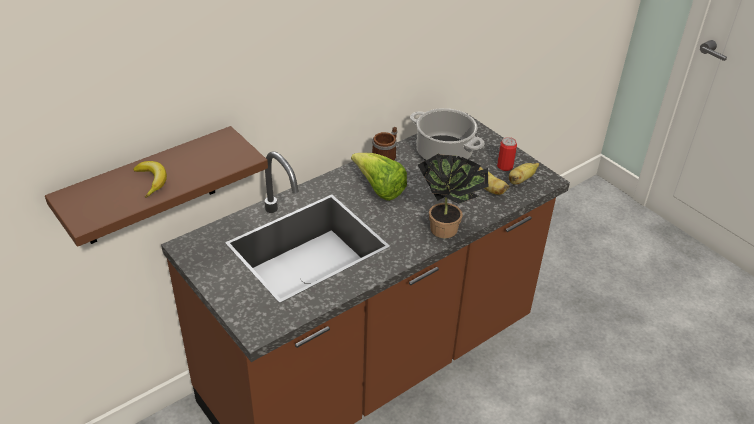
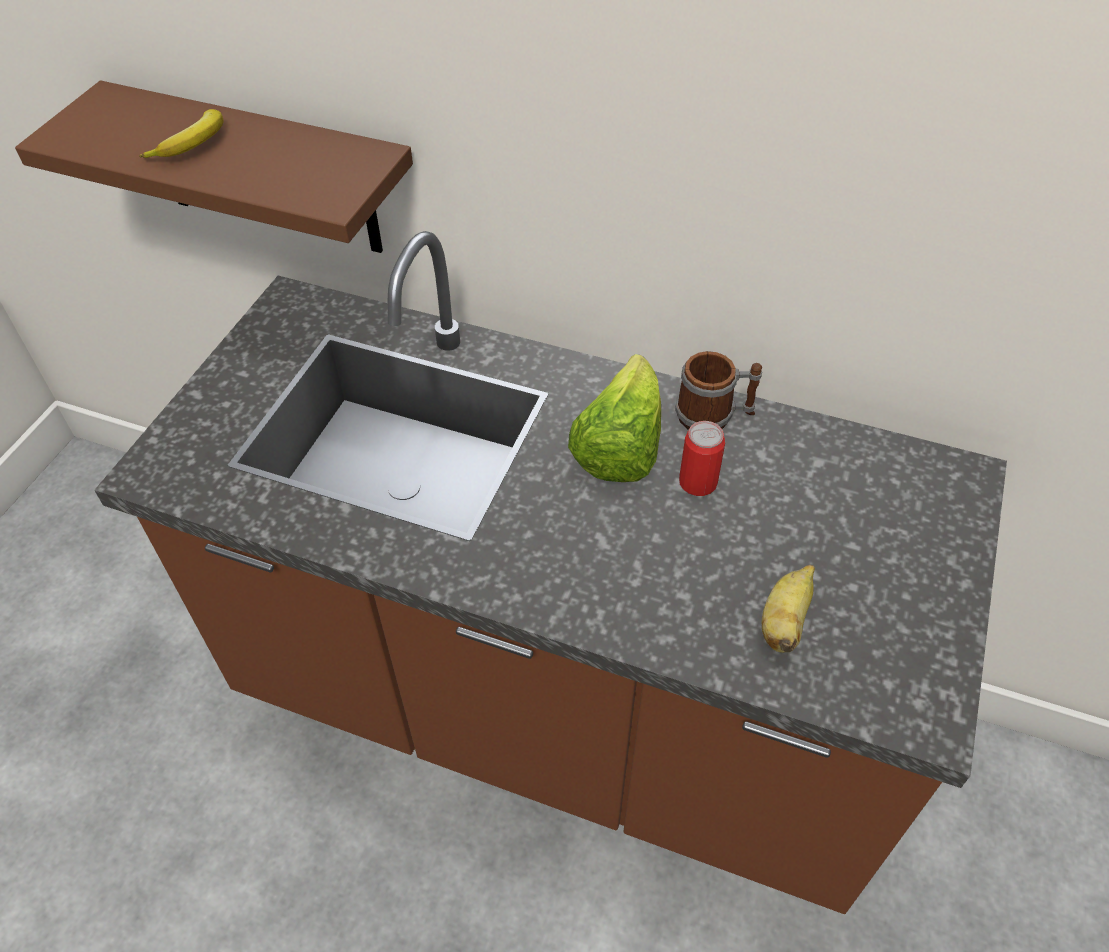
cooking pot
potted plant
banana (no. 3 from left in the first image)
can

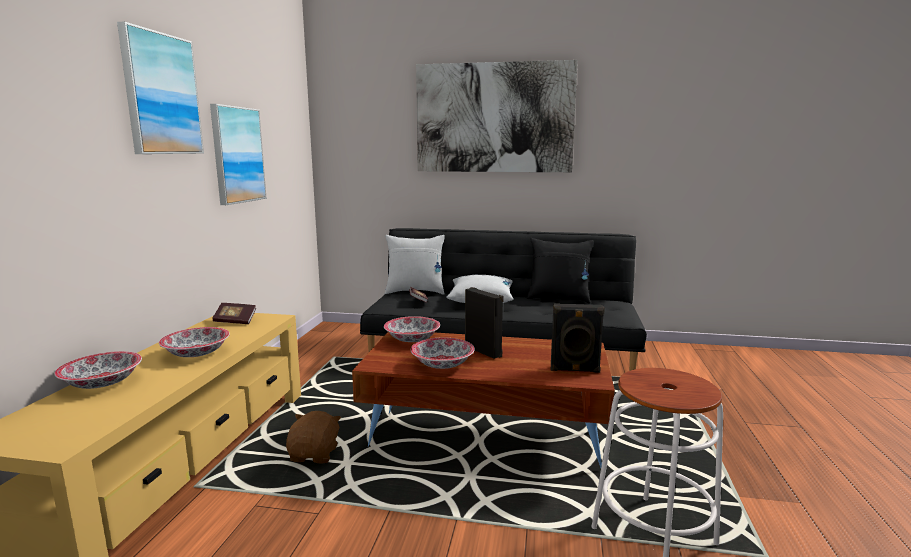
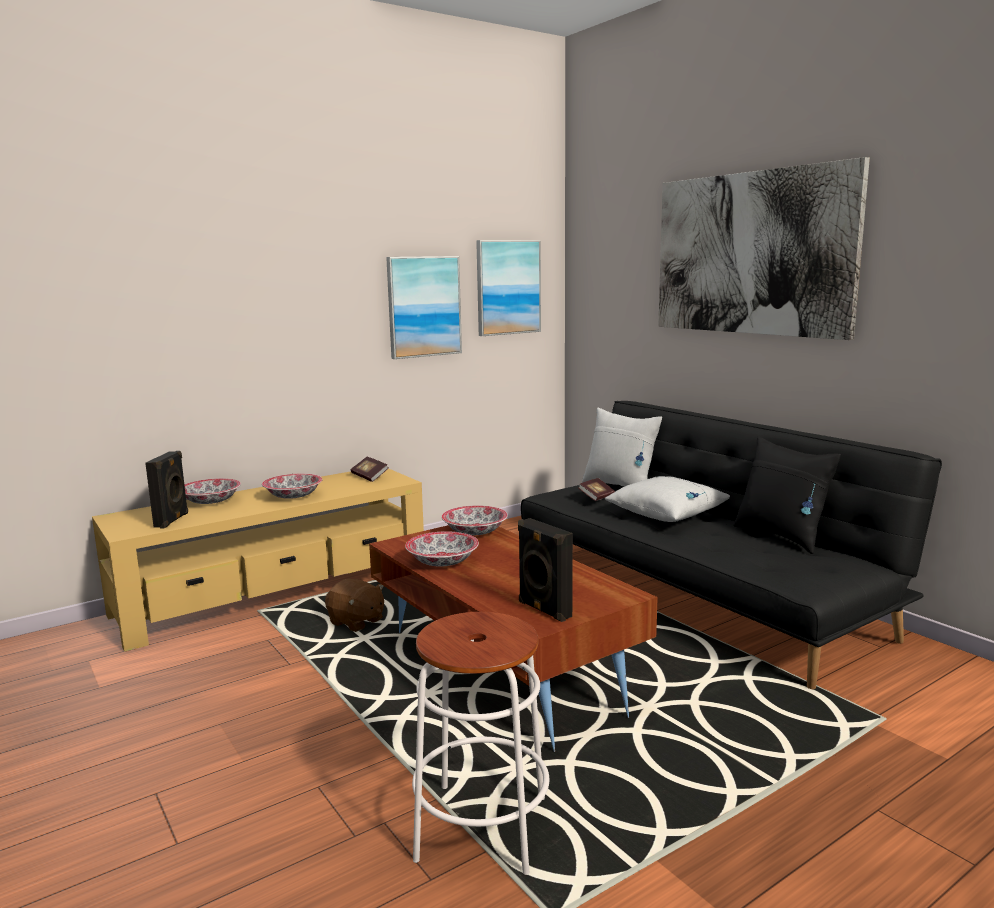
picture (no. 2 from left)
speaker (black) (no. 1 from left)
plush toy (brown)

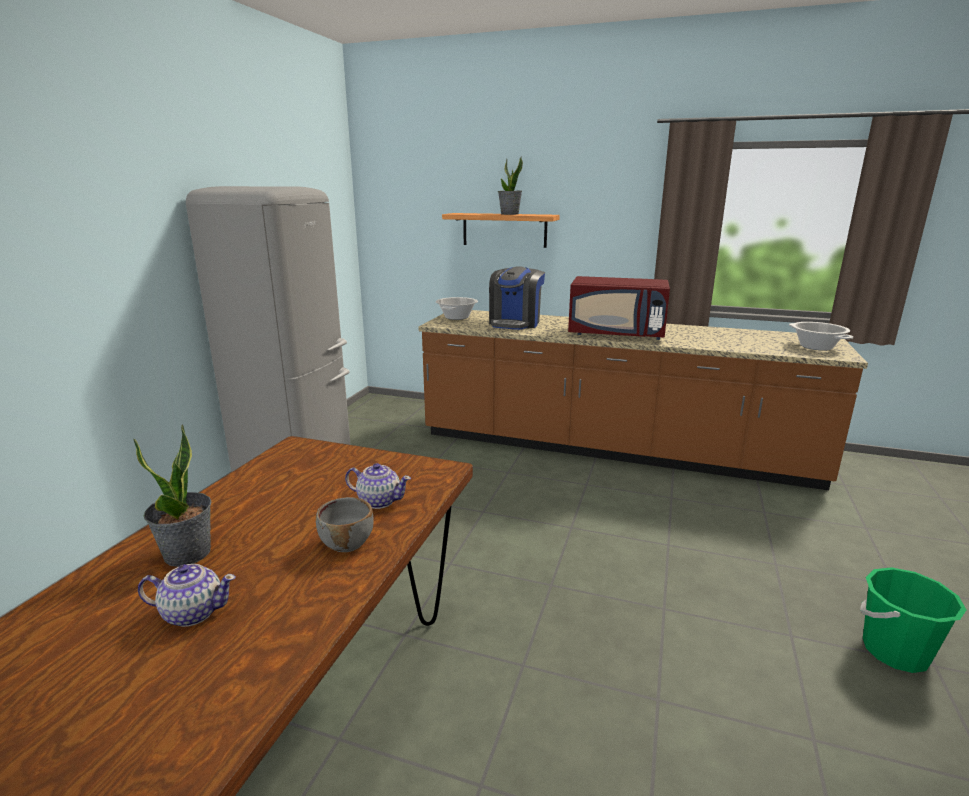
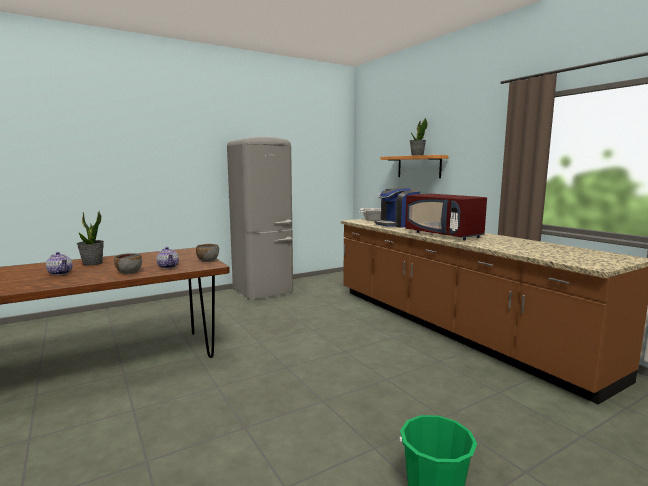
cooking pot (no. 2 from left in the first image)
bowl (grey) (no. 2 from left)

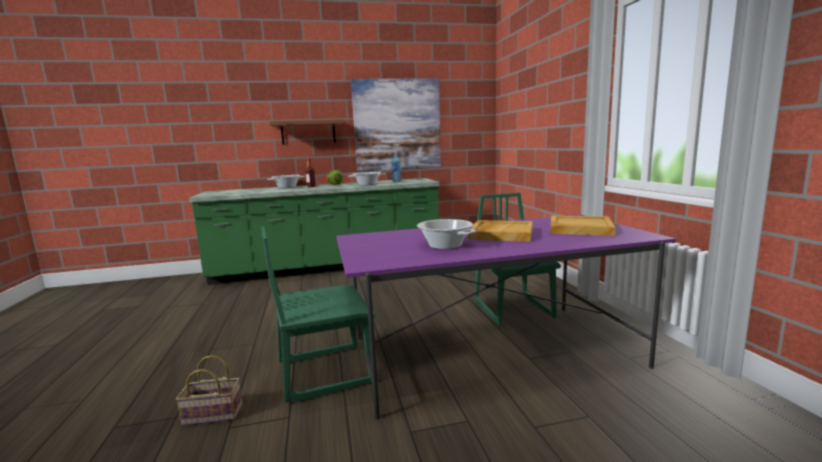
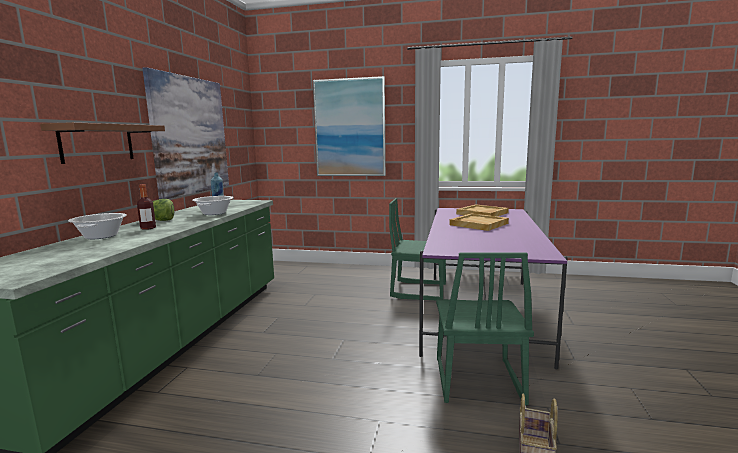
cooking pot (no. 3 from left in the first image)
picture (no. 2 from left)

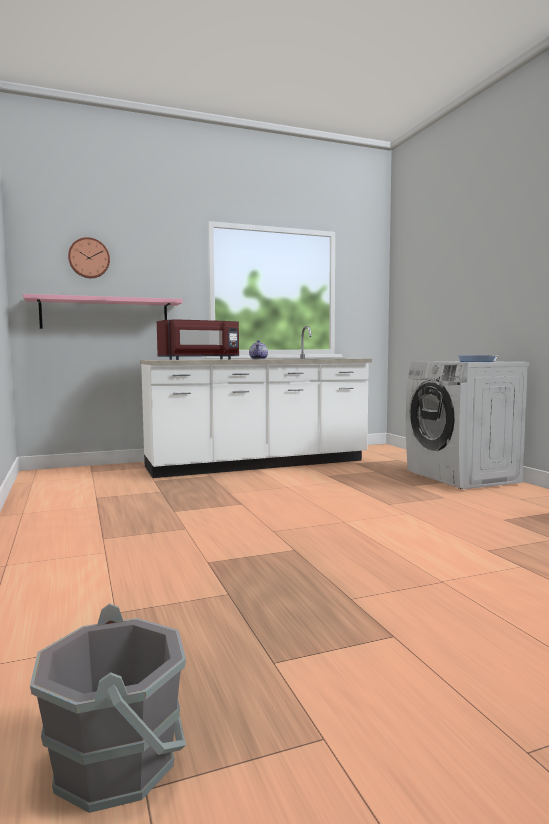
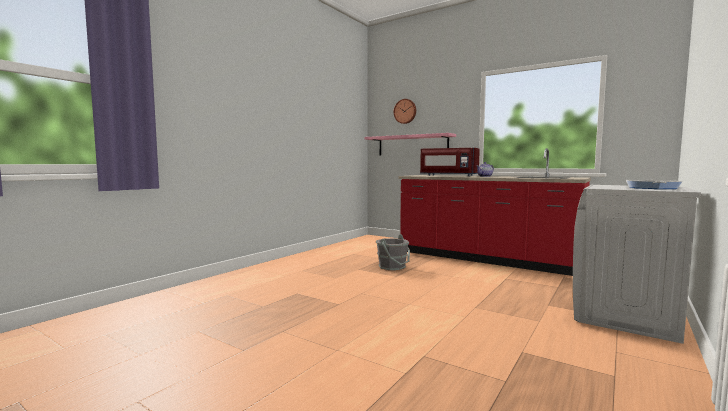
bucket (grey)
counter (red)

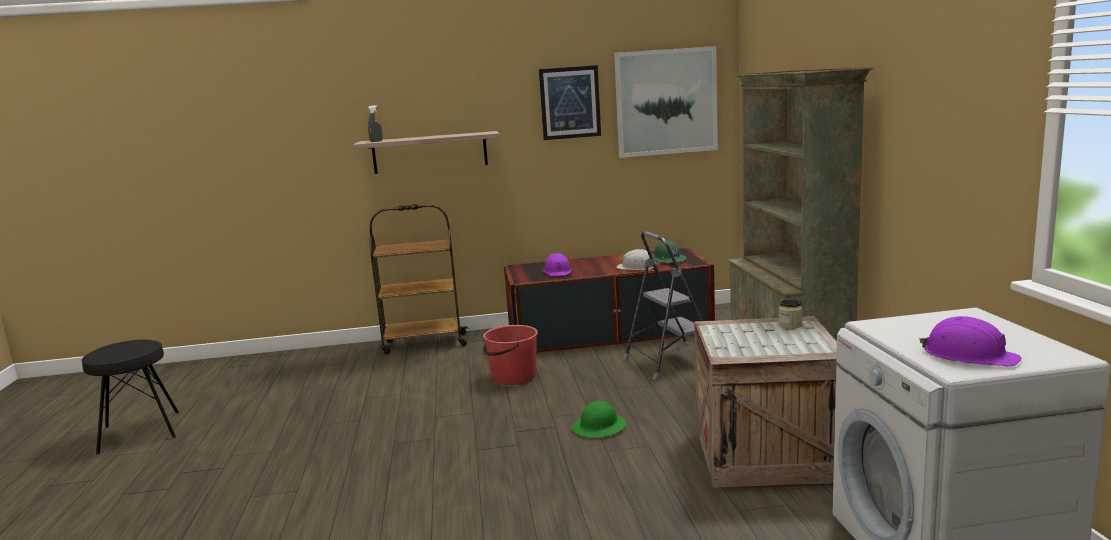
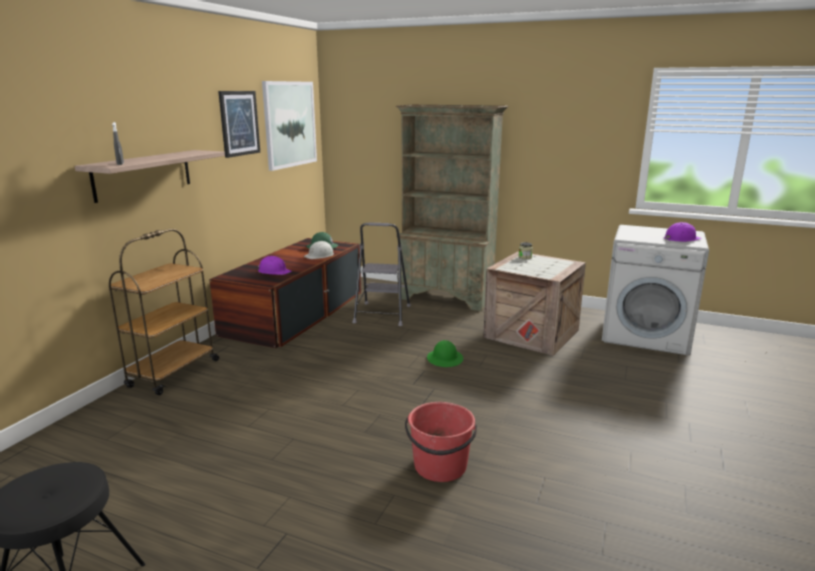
bucket (red)

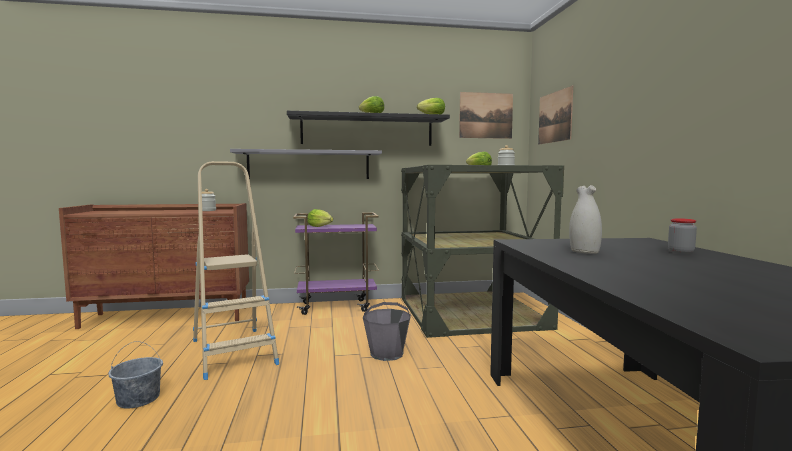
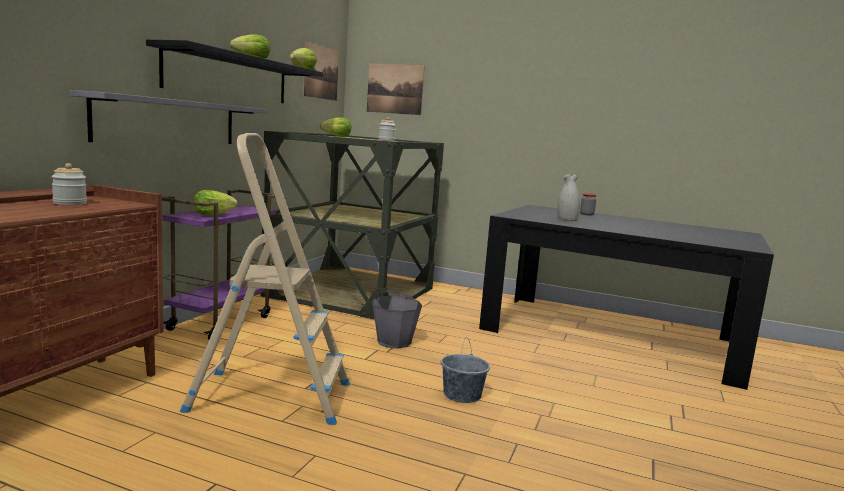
bucket (grey) (no. 2 from left)

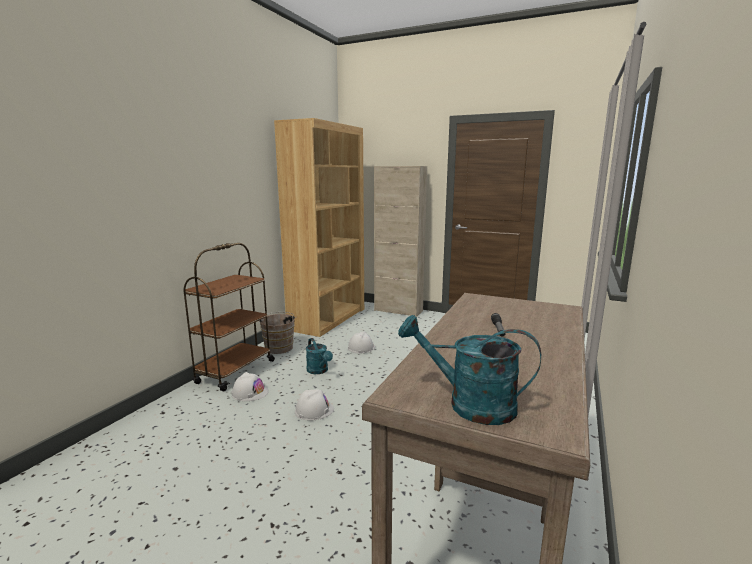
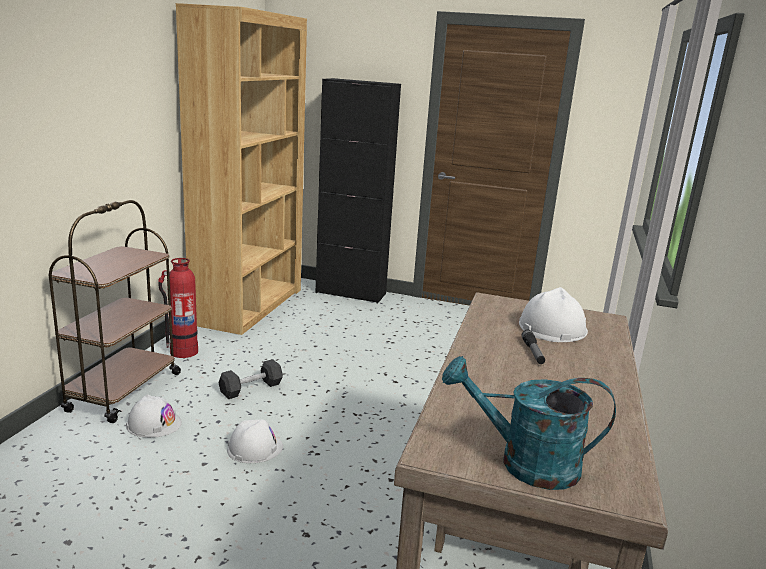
hard hat (white) (no. 3 from left)
fire extinguisher
dumbbell (black)
cabinet (black)

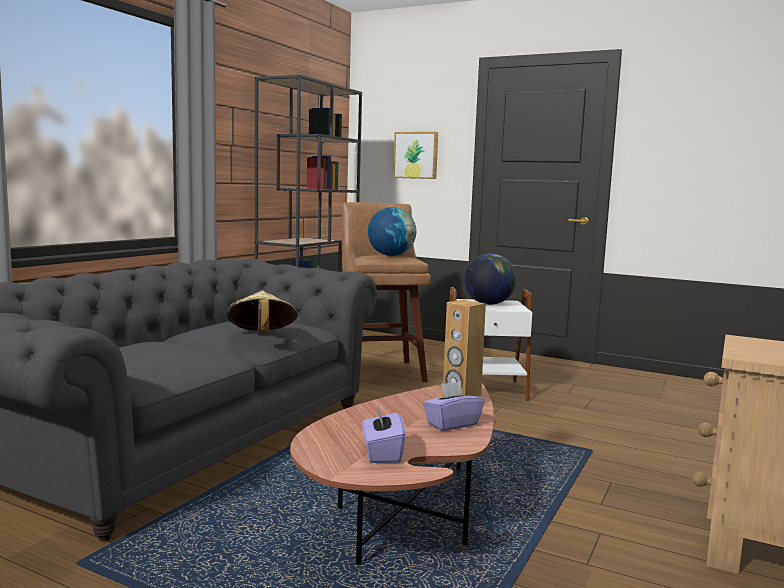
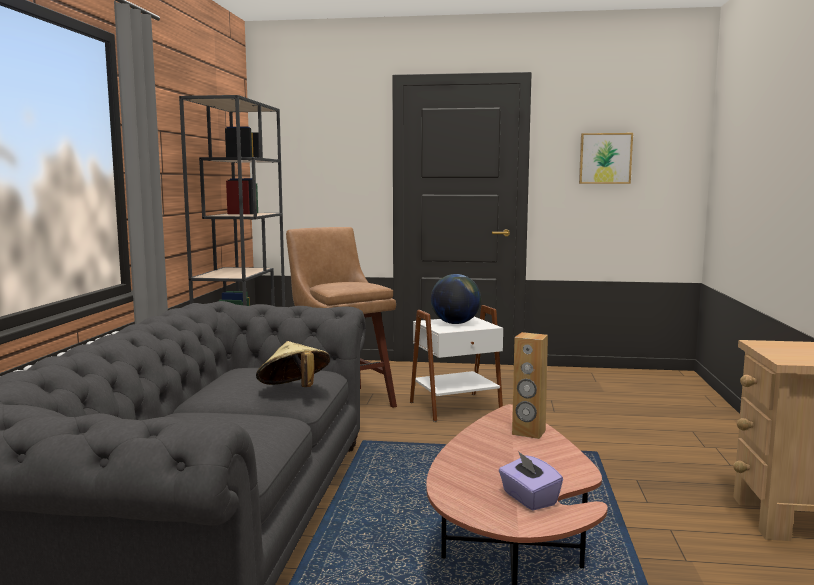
globe (no. 1 from left in the first image)
tissue box (purple) (no. 2 from left in the first image)
picture

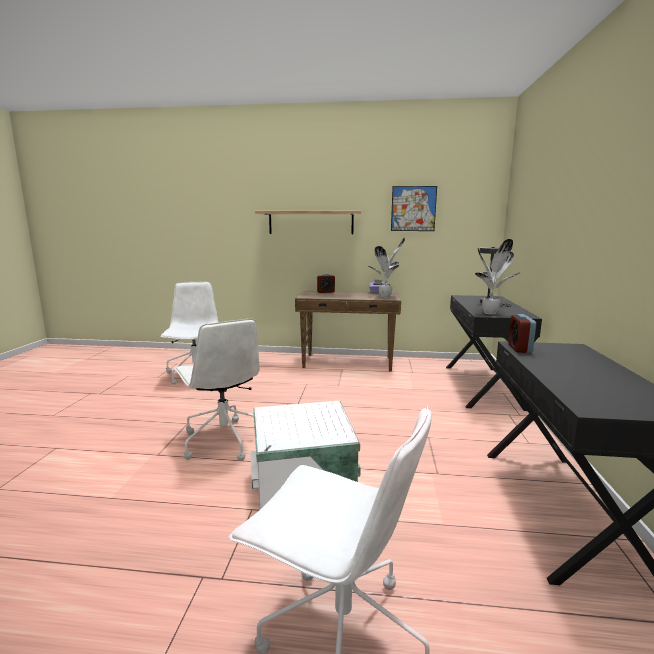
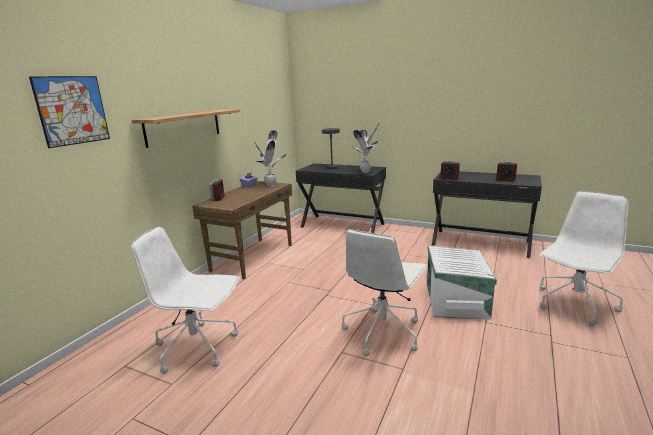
alarm clock (no. 3 from left)
picture
office chair (white) (no. 2 from left)

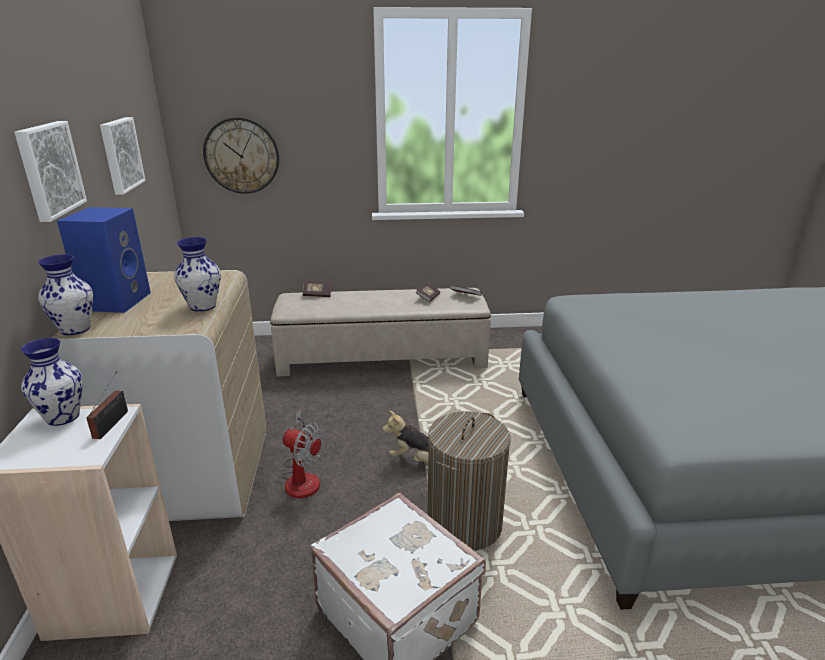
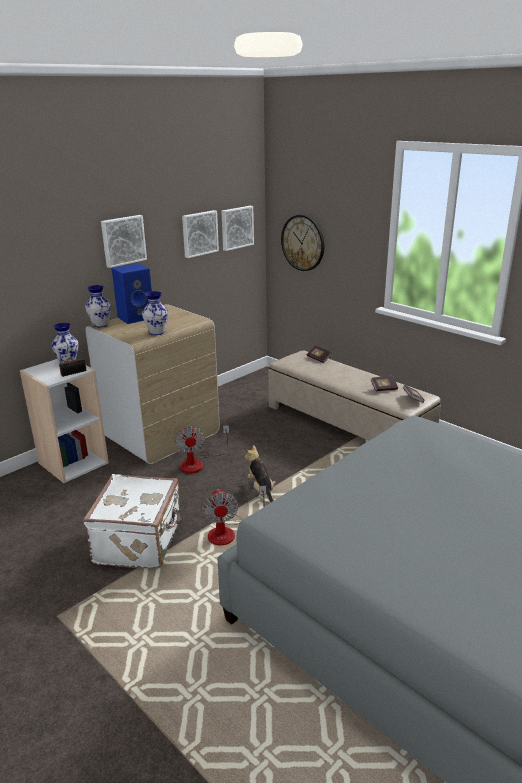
picture (no. 3 from left)
fan (no. 2 from left)

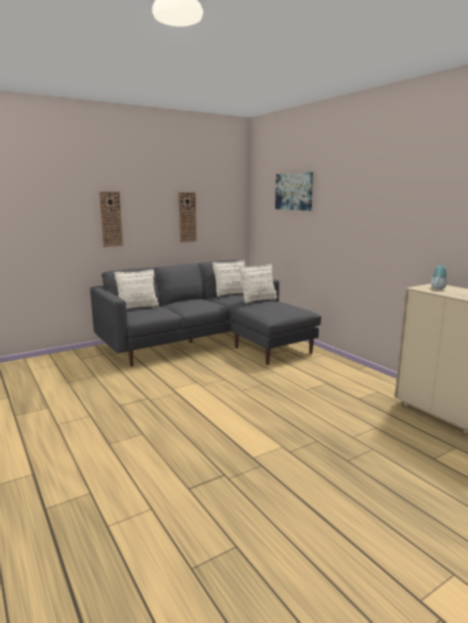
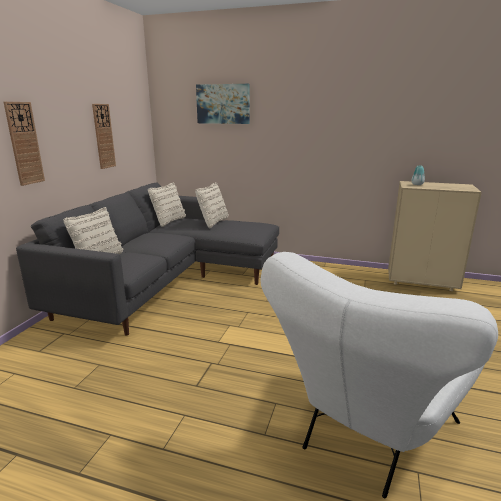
armchair (white)

